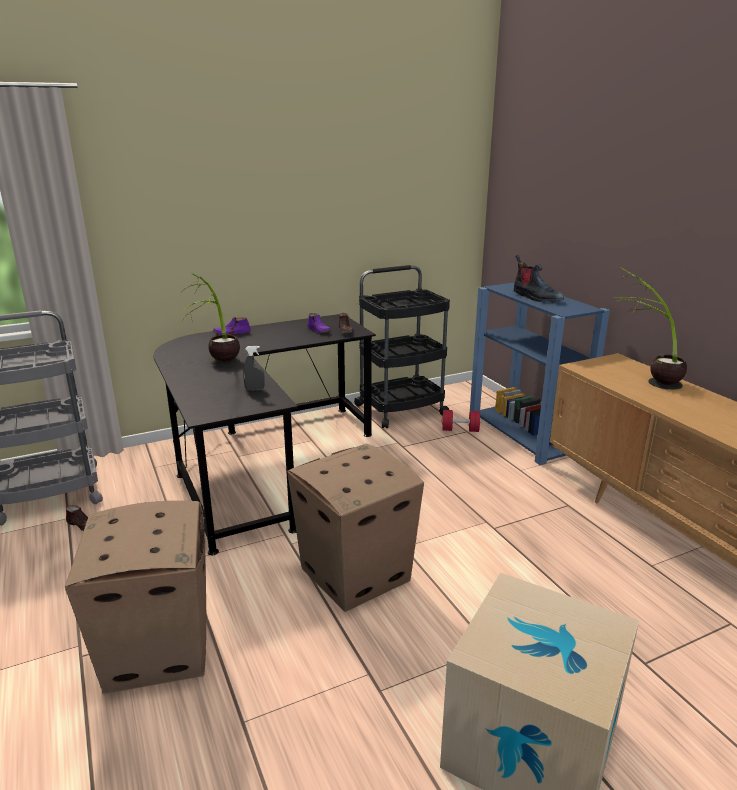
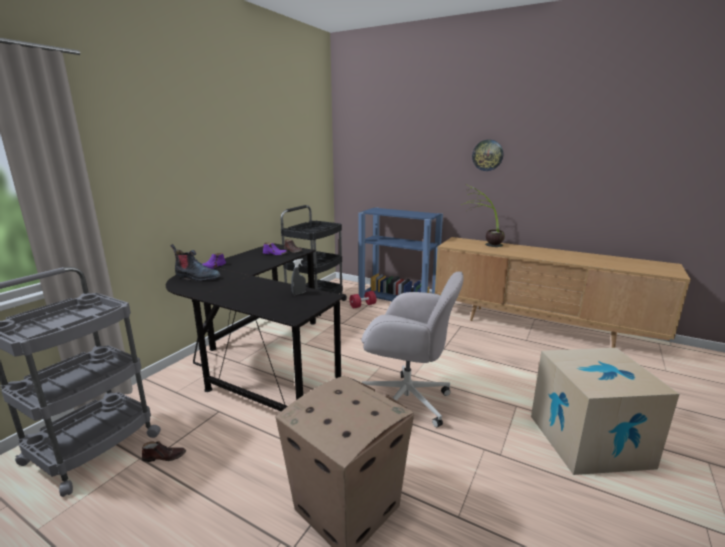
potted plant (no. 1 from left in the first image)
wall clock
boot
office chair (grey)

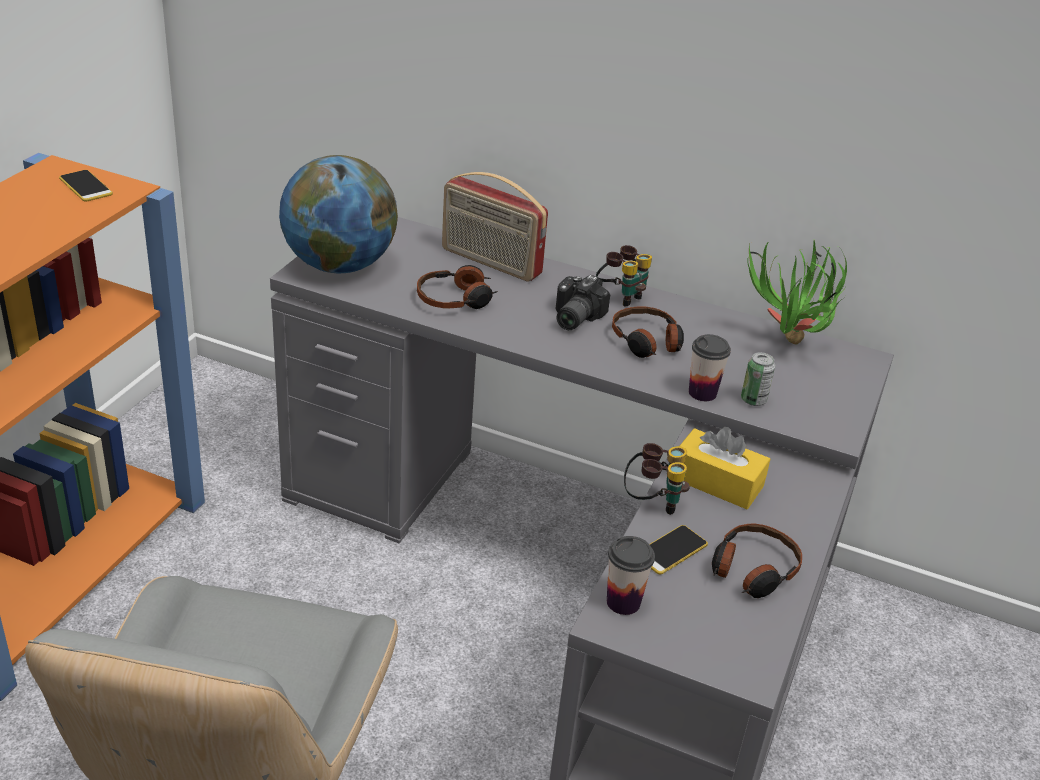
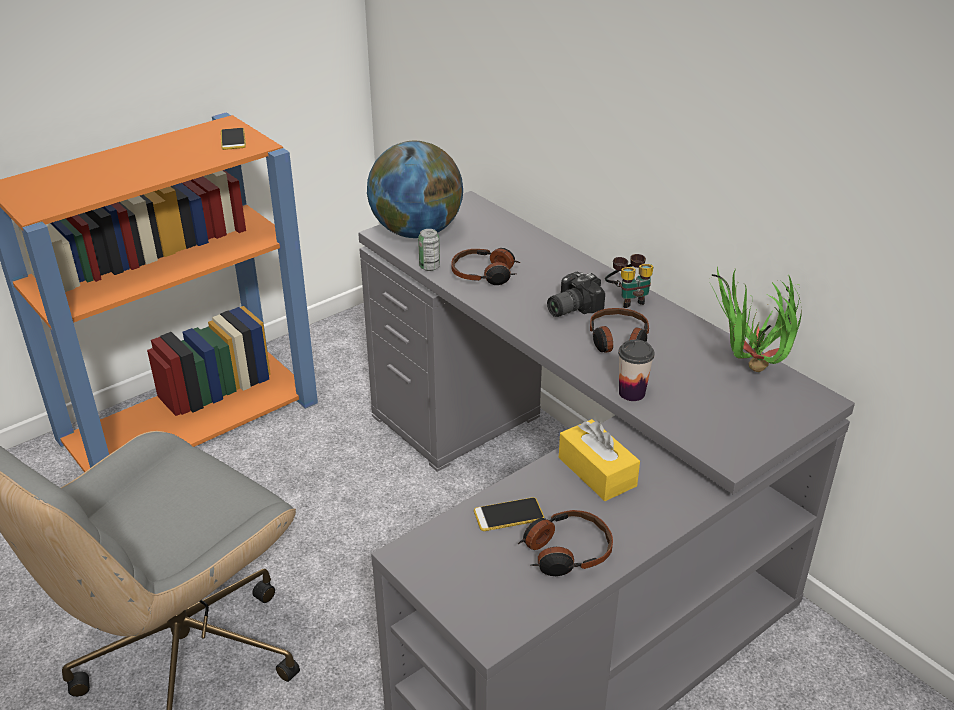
radio
cup (no. 1 from left in the first image)
binoculars (no. 2 from left in the first image)
can

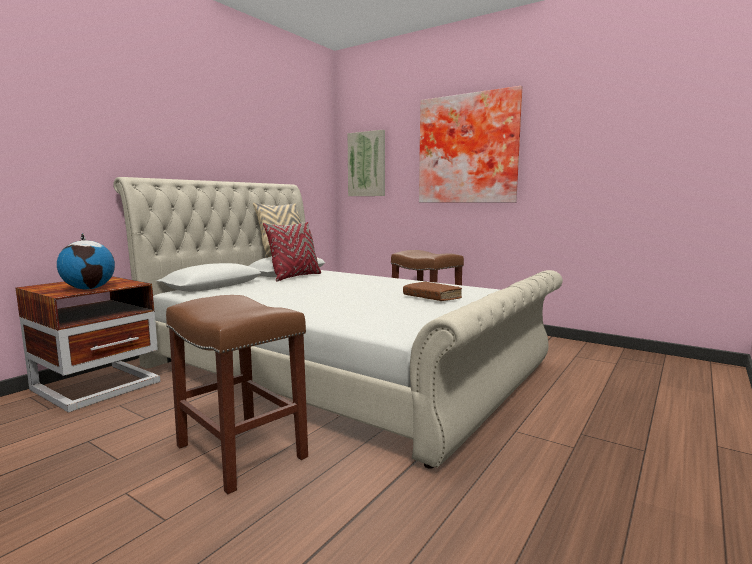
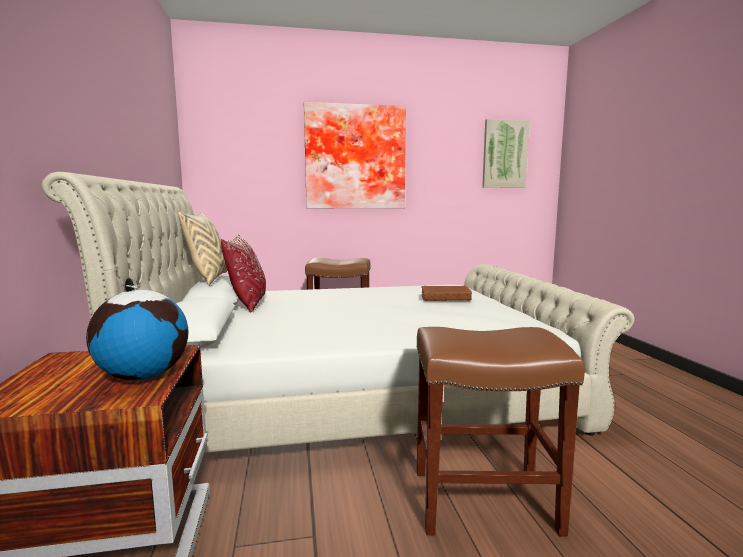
picture (no. 2 from left)

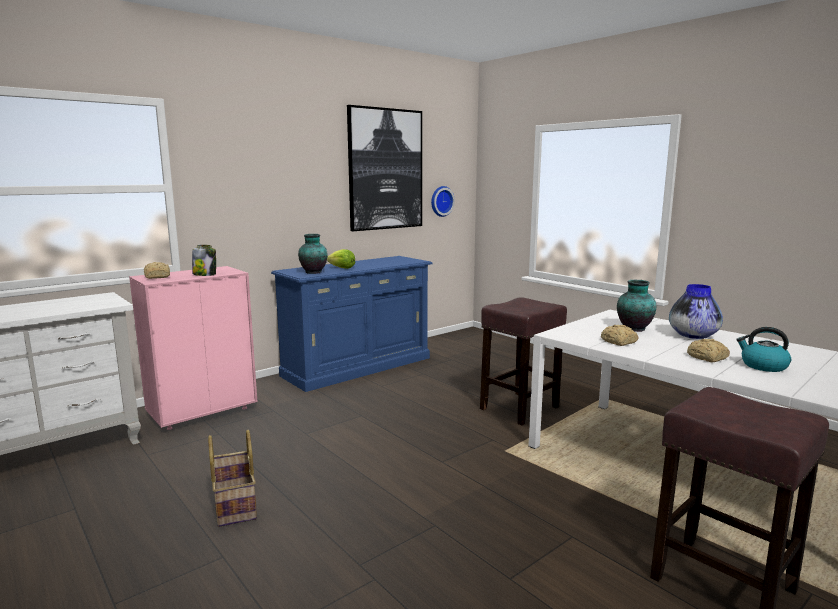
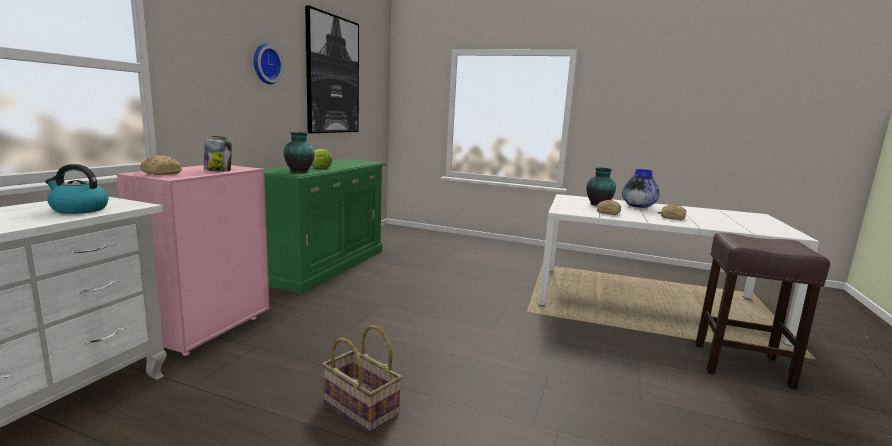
stool (brown) (no. 1 from left in the first image)
wall clock
kettle
cabinet (green)

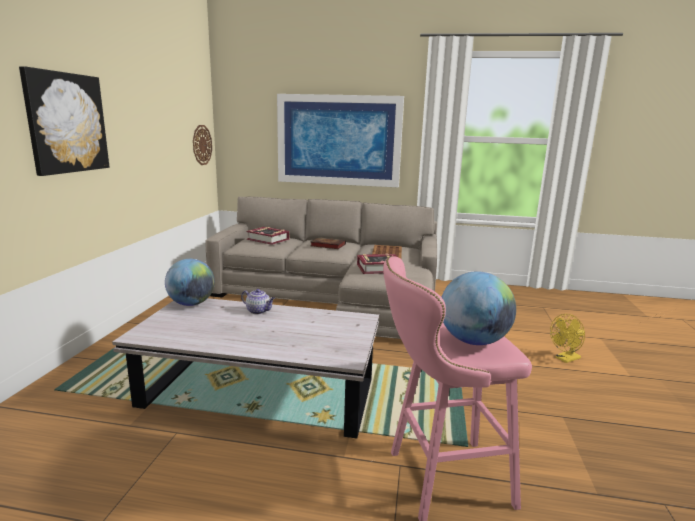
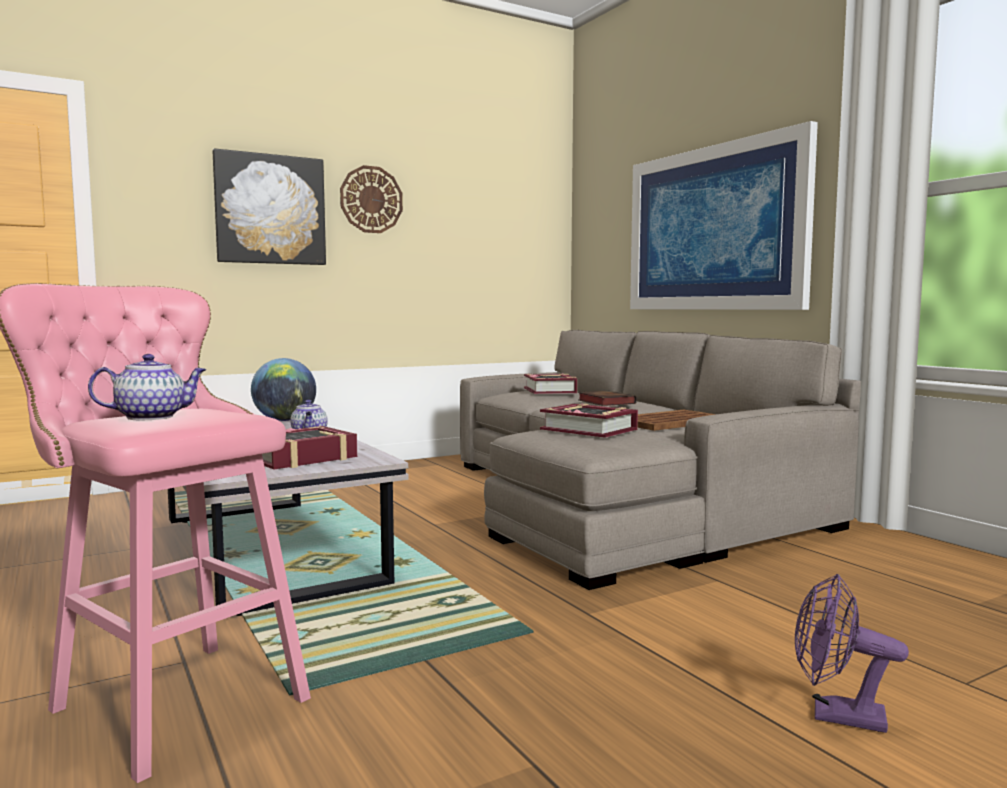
book (no. 1 from left)
wall clock
teapot (no. 1 from left)
fan (purple)

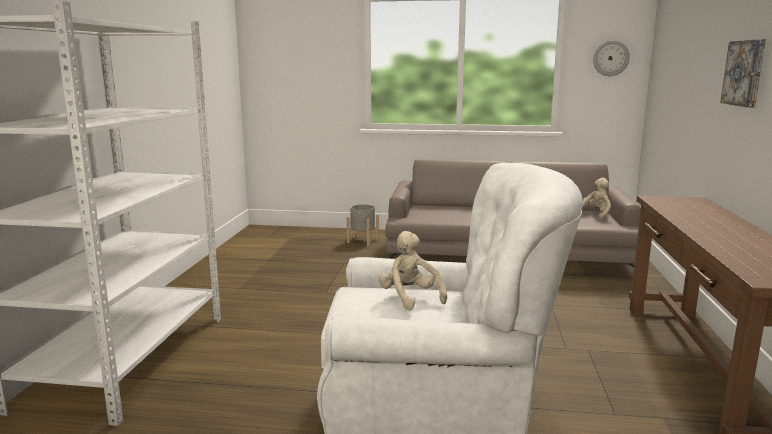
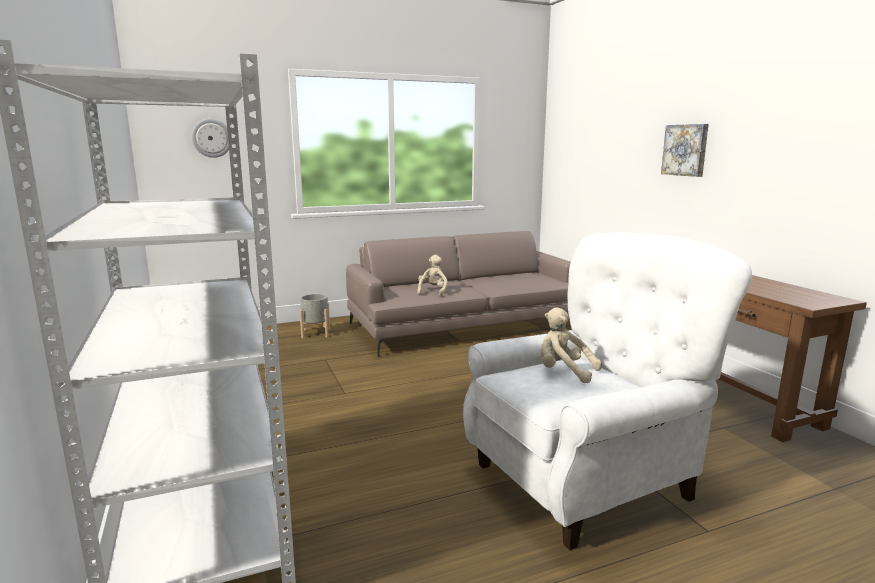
plush toy (beige) (no. 1 from left)
wall clock

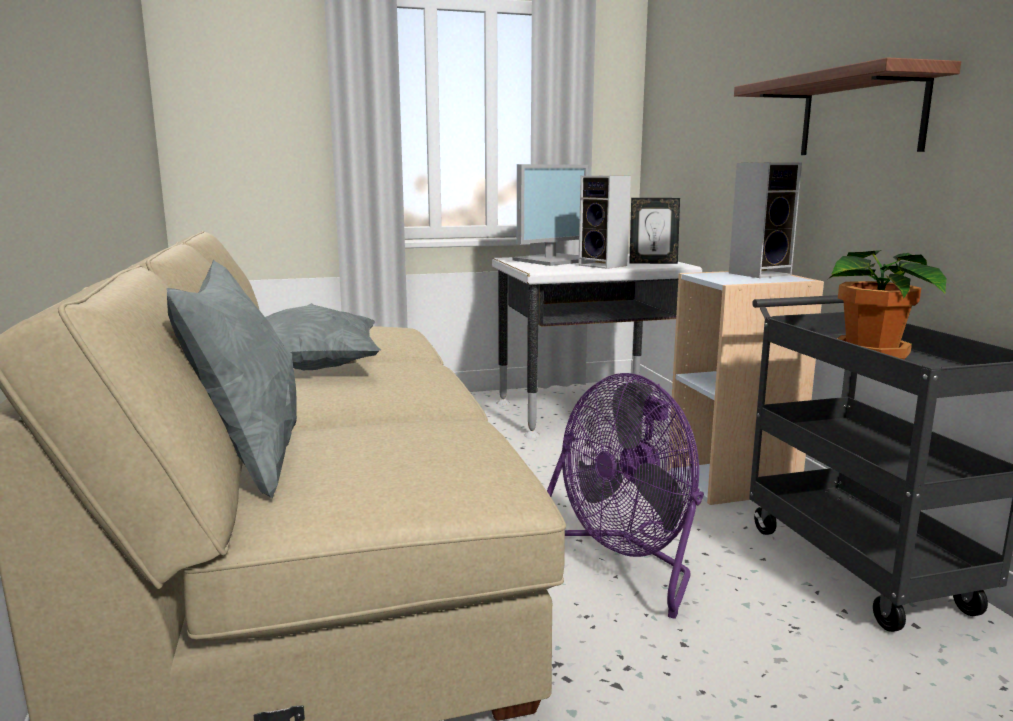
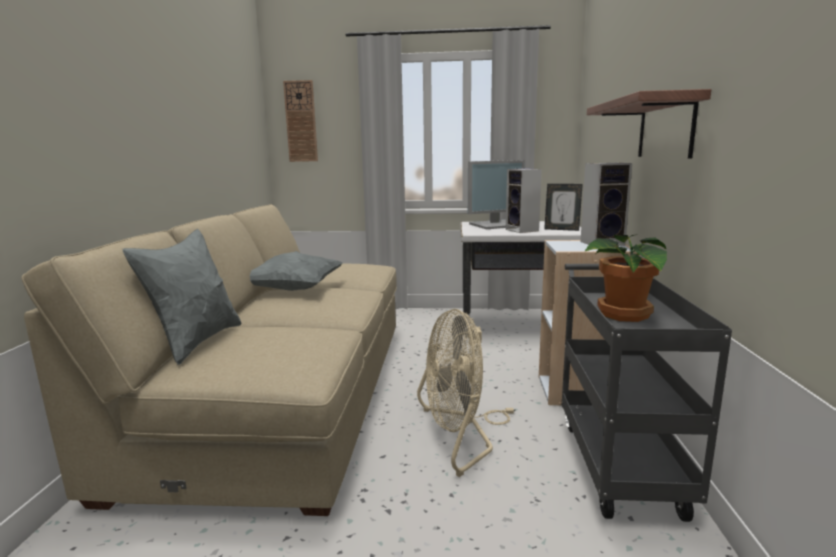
wall clock
fan (beige)

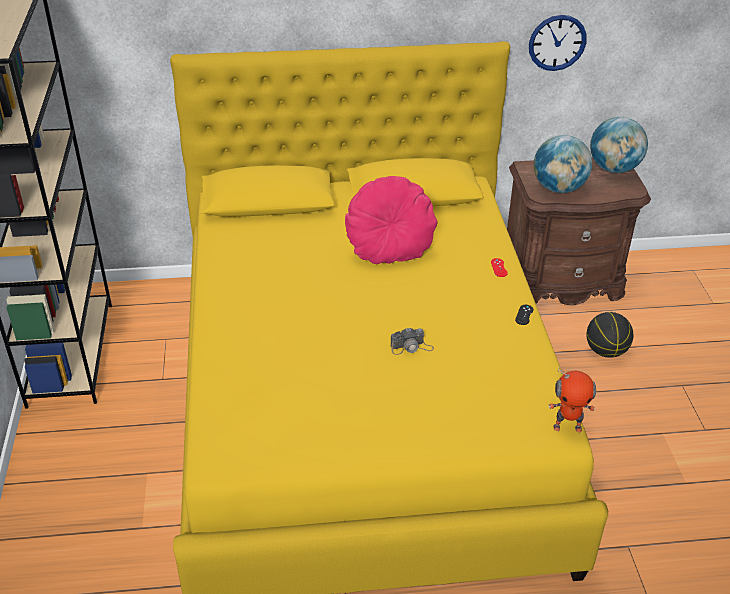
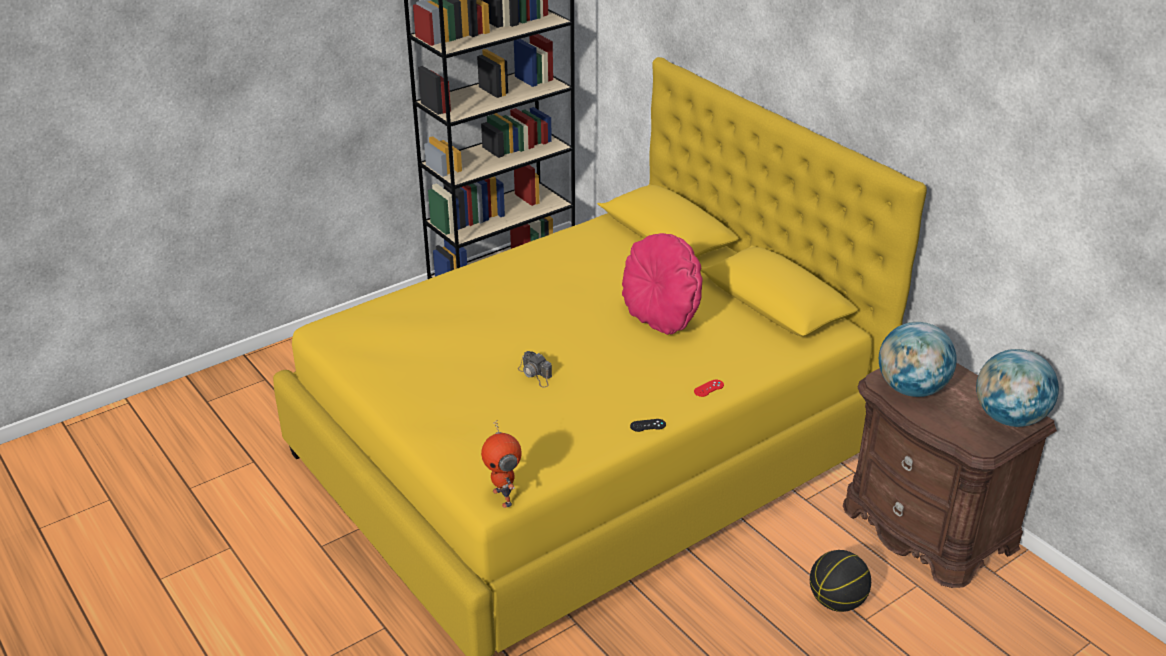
wall clock

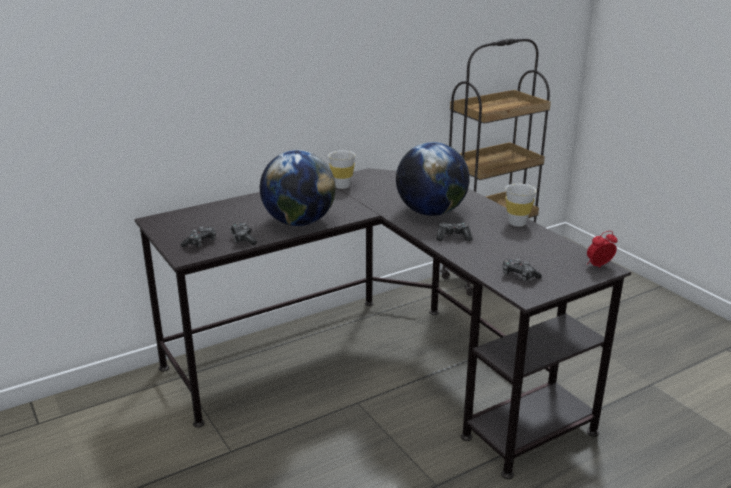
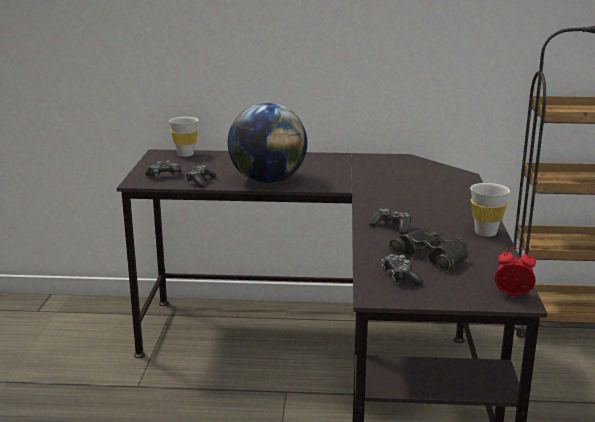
globe (no. 2 from left in the first image)
binoculars (black)
cup (white) (no. 1 from left)

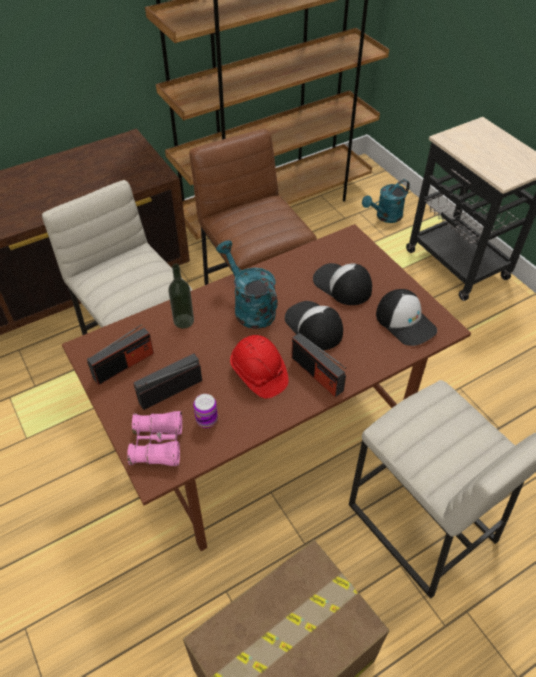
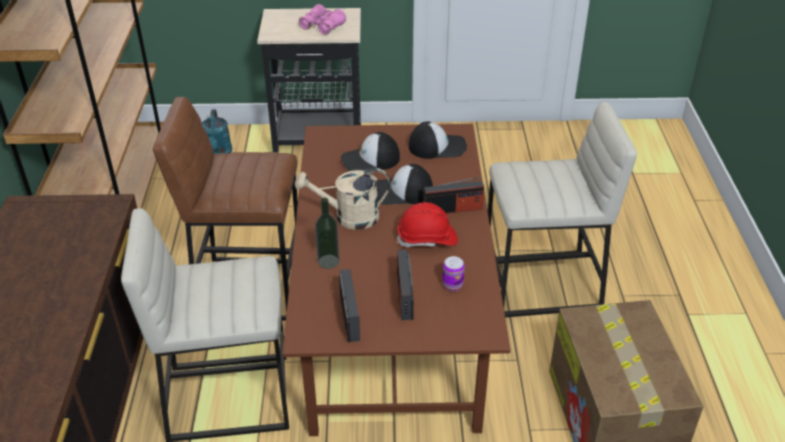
binoculars (pink)
watering can (beige)

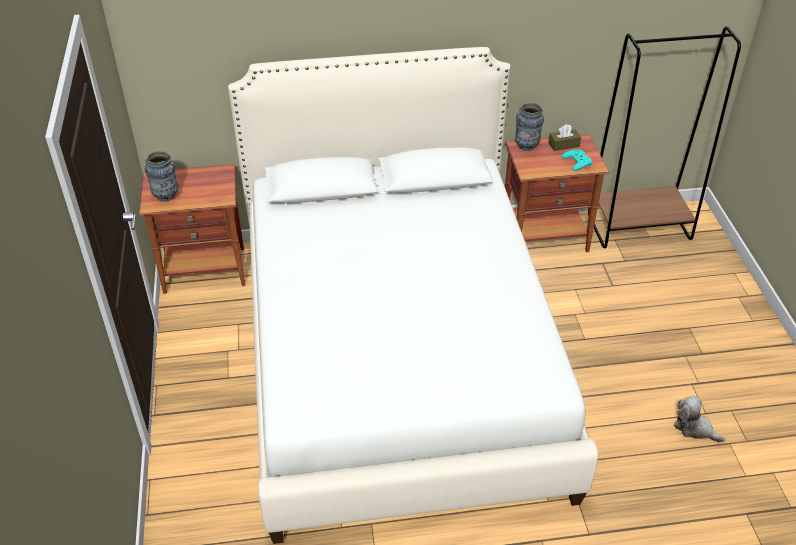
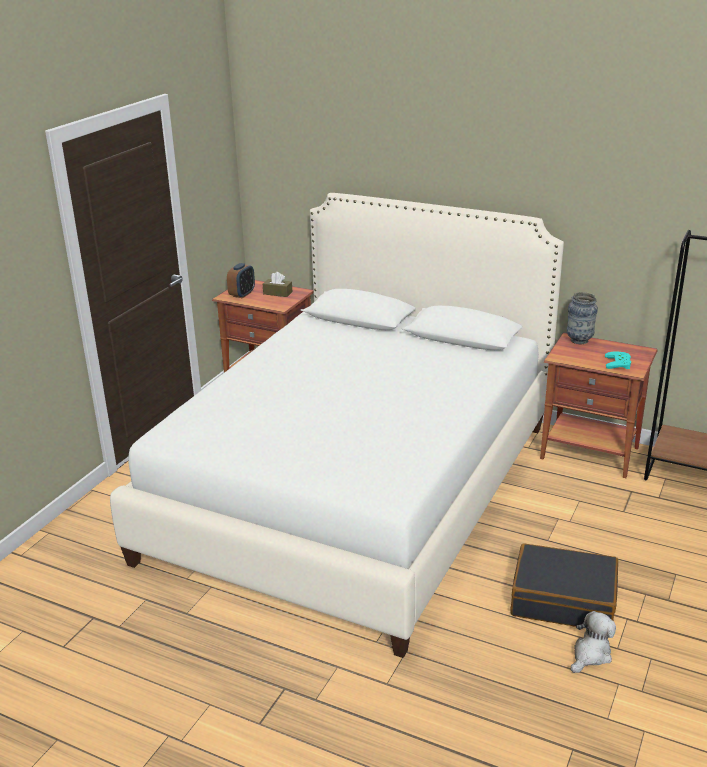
suitcase (black)
tissue box (brown)
alarm clock
plush toy

